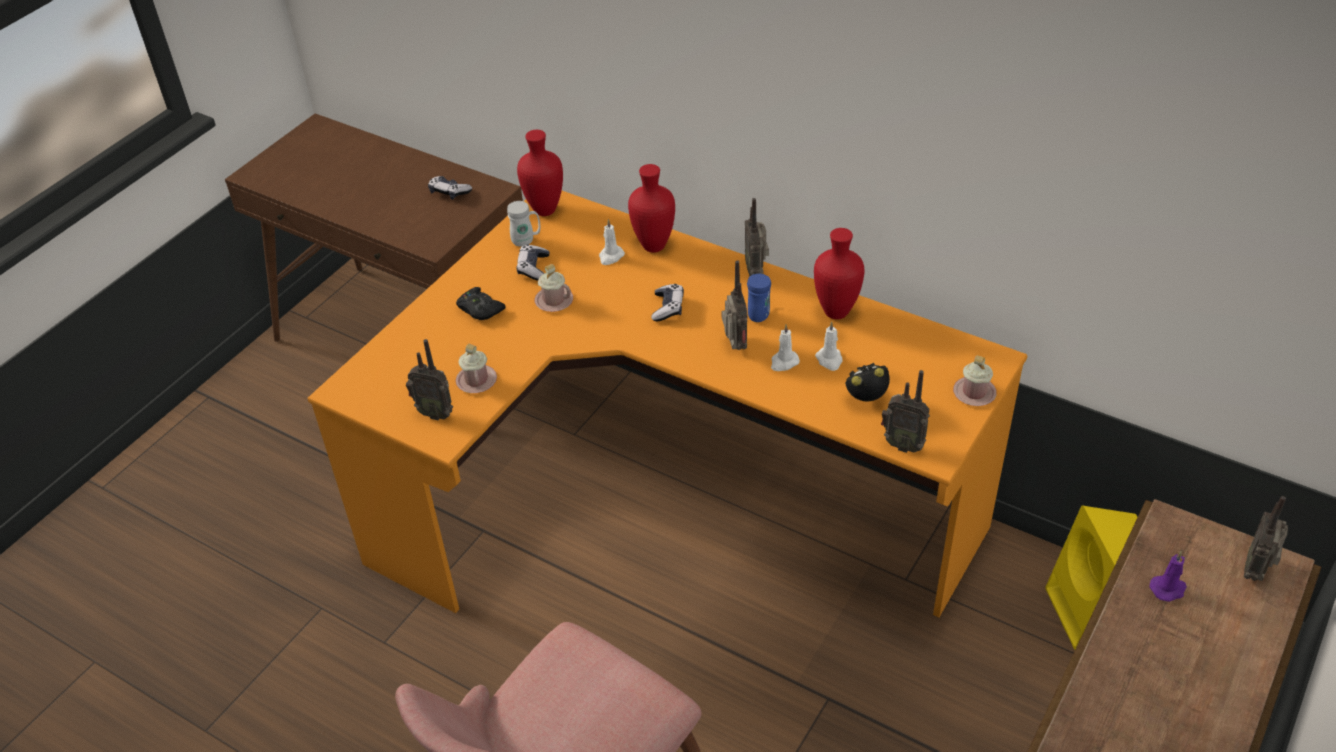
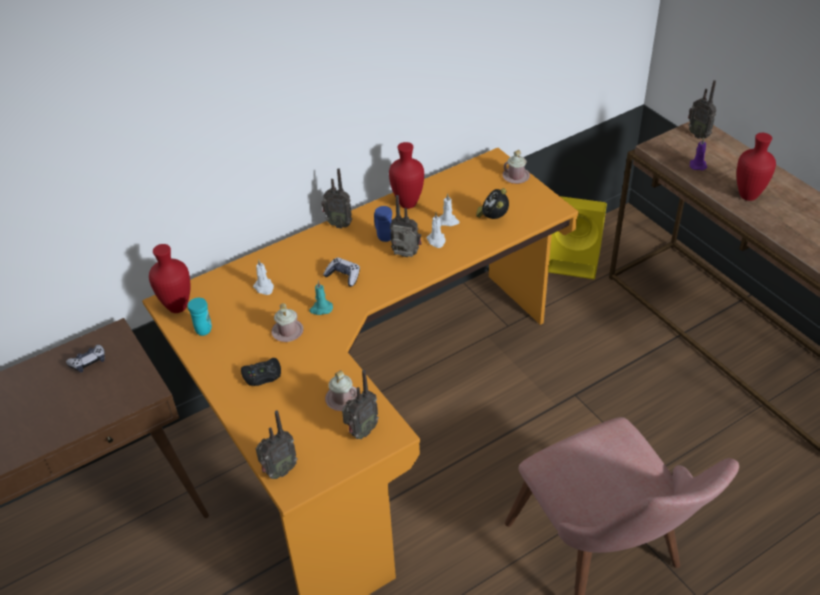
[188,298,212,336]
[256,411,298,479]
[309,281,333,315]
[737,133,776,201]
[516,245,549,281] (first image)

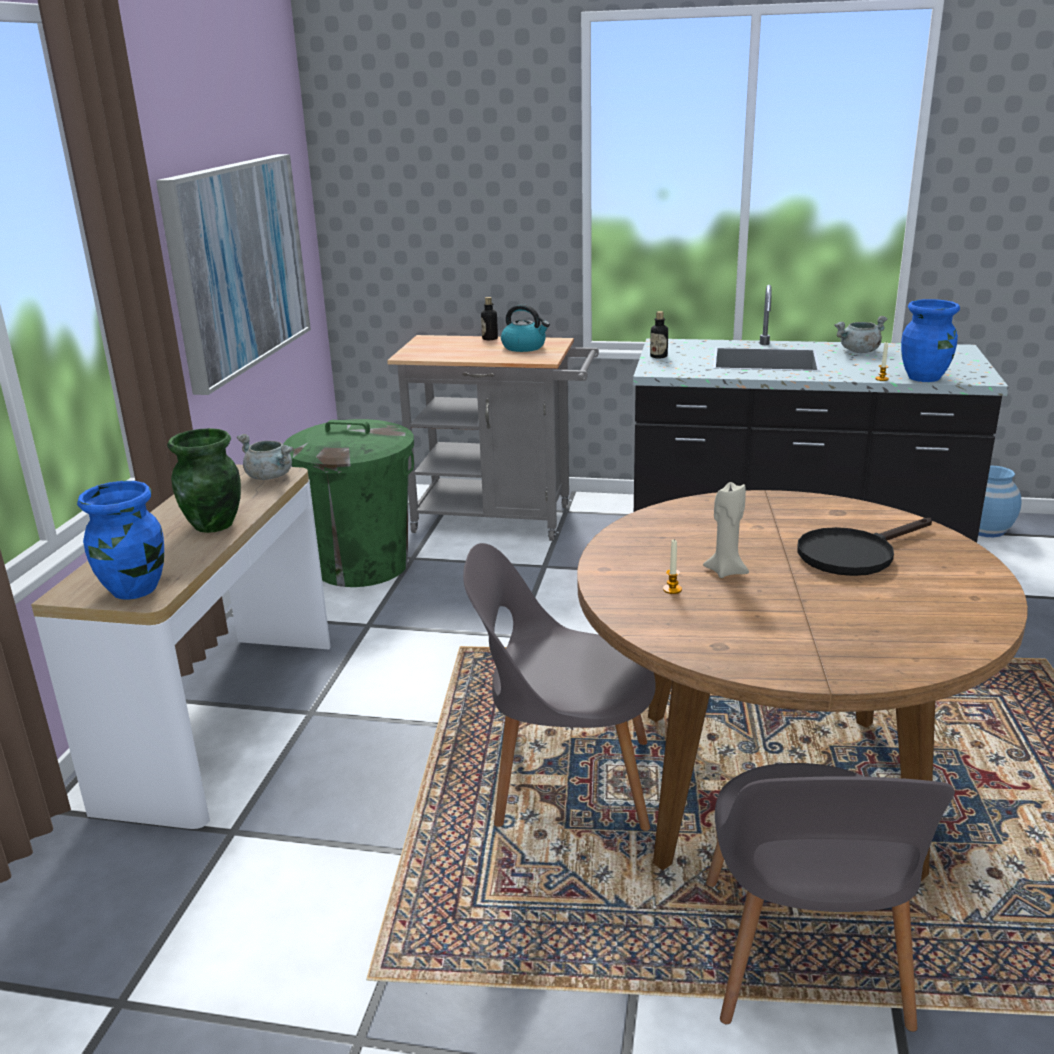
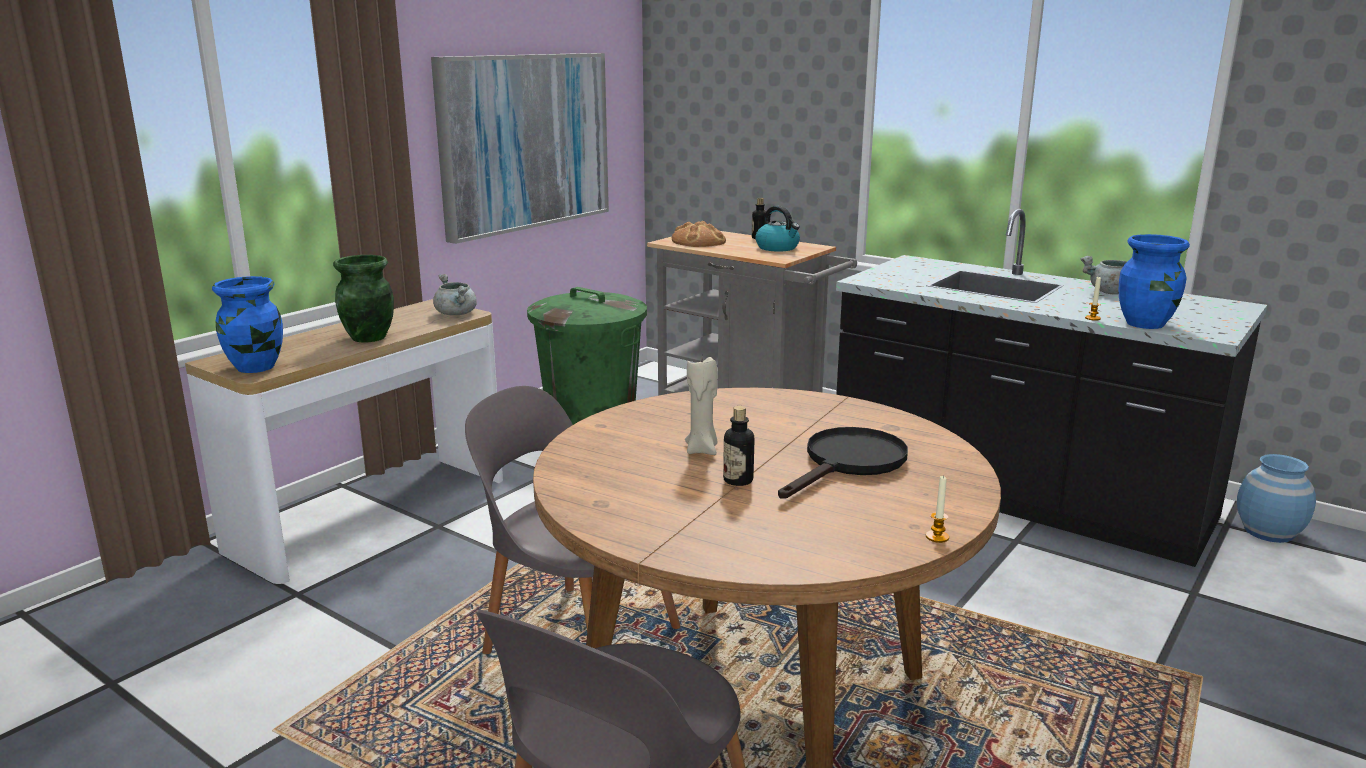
[672,221,726,247]
[723,406,754,486]
[778,427,908,499]
[926,475,949,543]

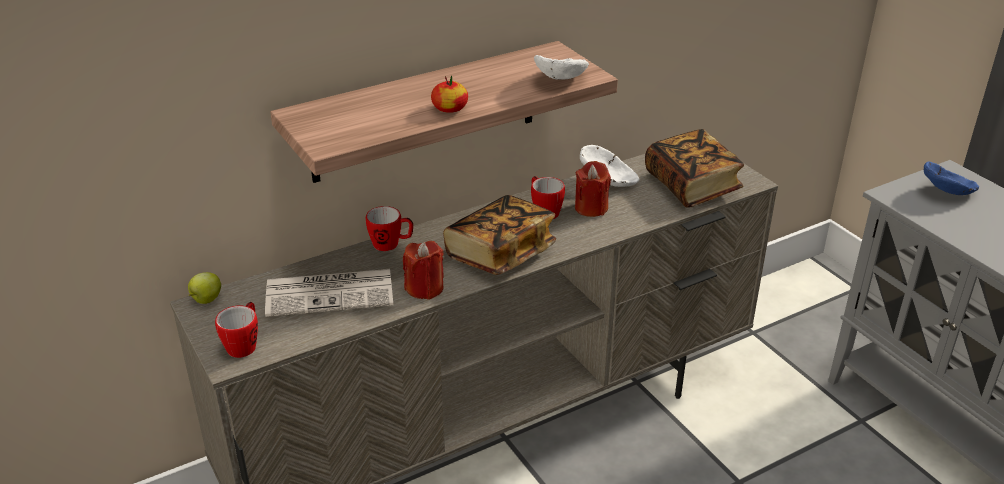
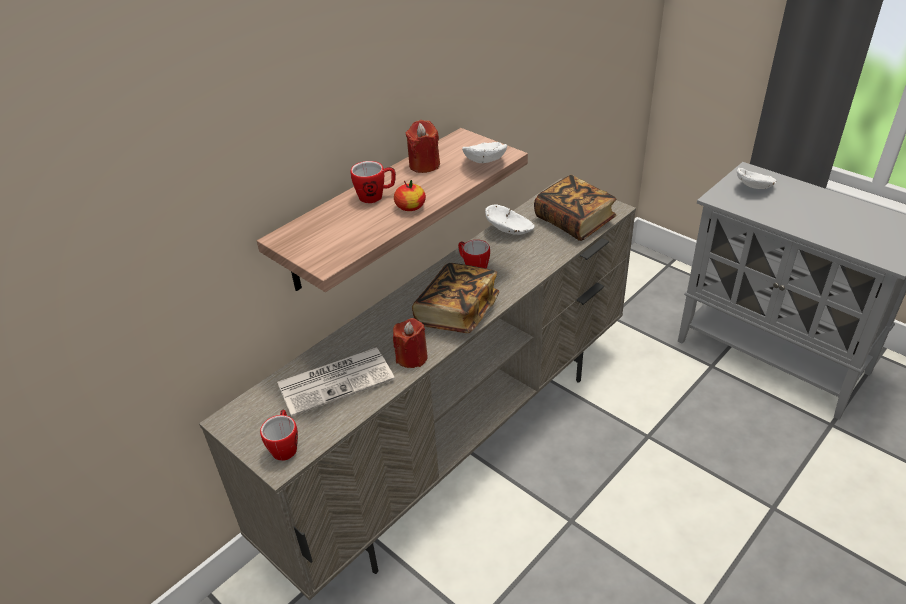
[351,161,396,203]
[406,120,440,173]
[737,168,777,189]
[188,272,221,304] (first image)

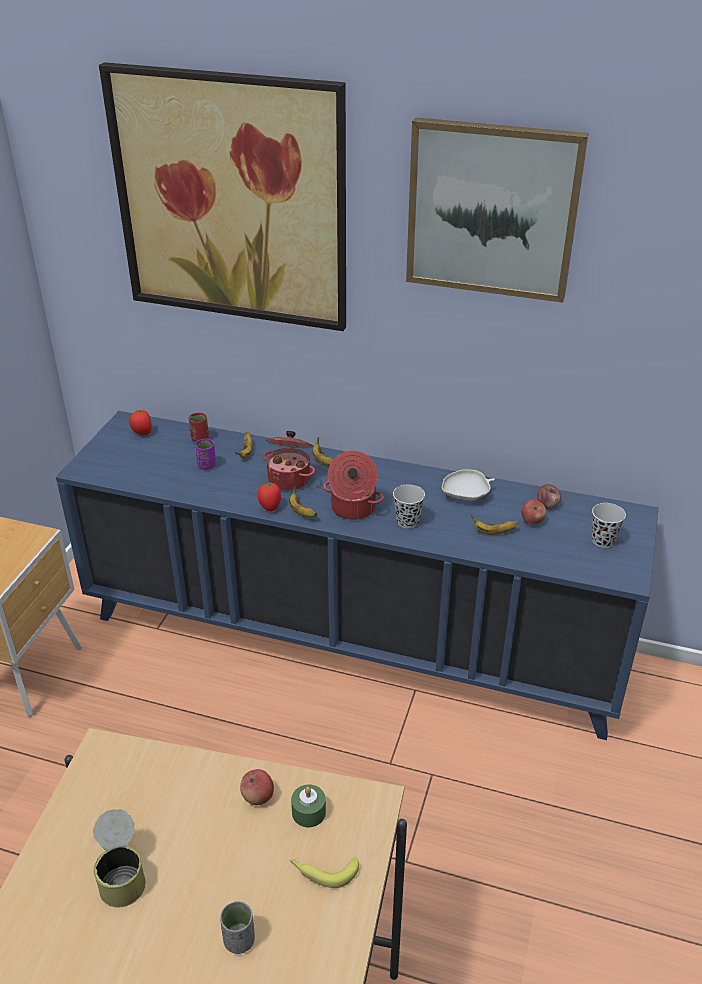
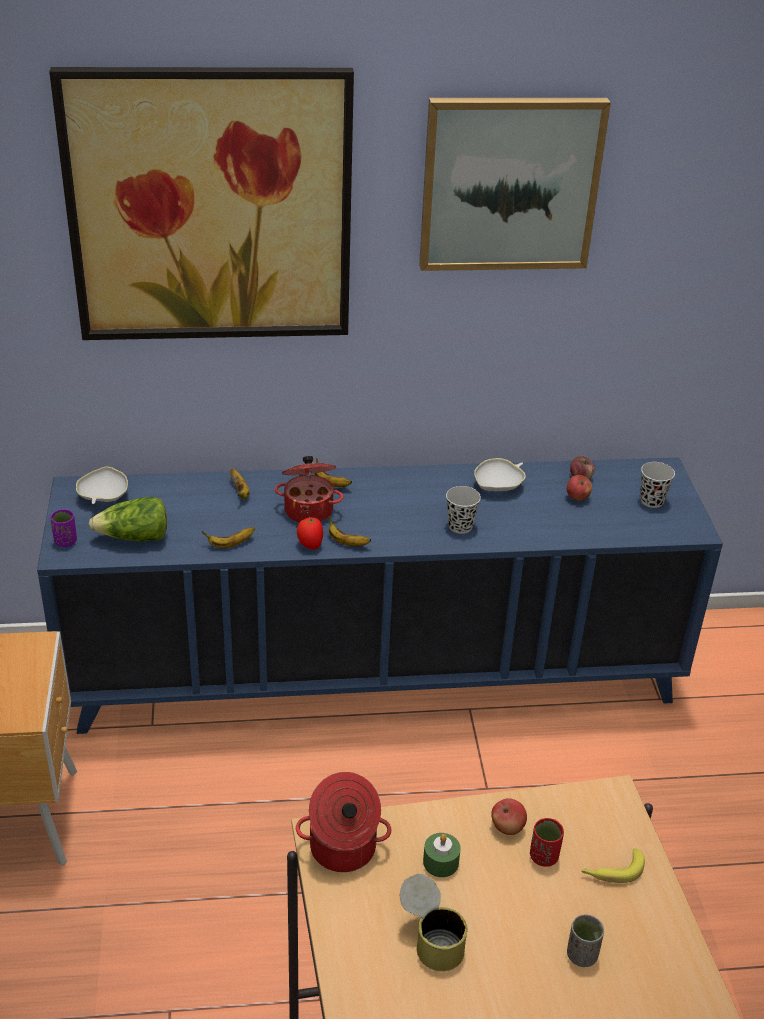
[50,509,77,547]
[76,467,128,504]
[89,497,167,541]
[202,527,255,548]
[296,772,391,872]
[423,833,461,877]
[530,818,564,867]

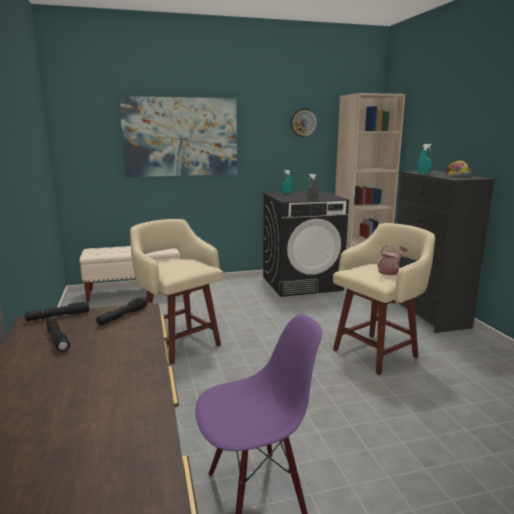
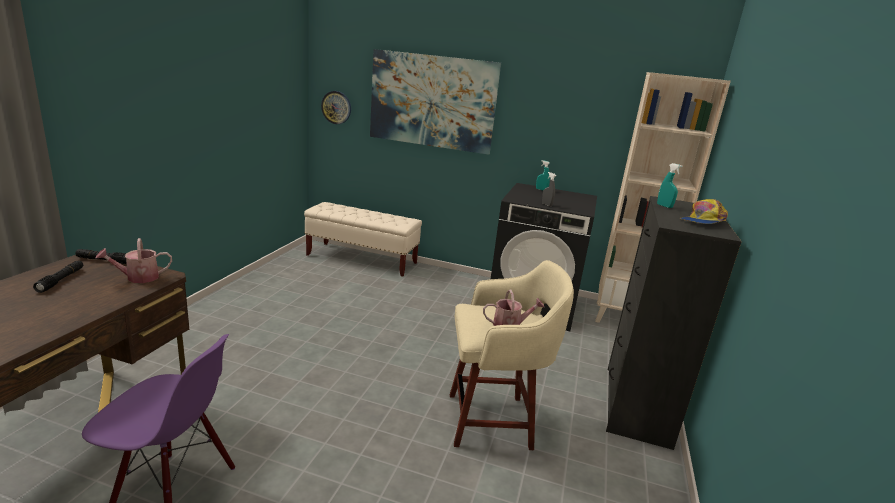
[96,238,172,283]
[321,91,351,124]
[130,219,223,365] (first image)

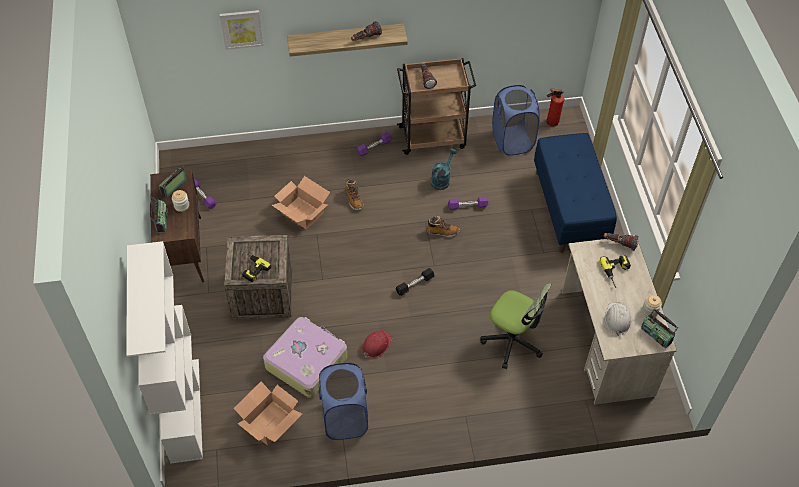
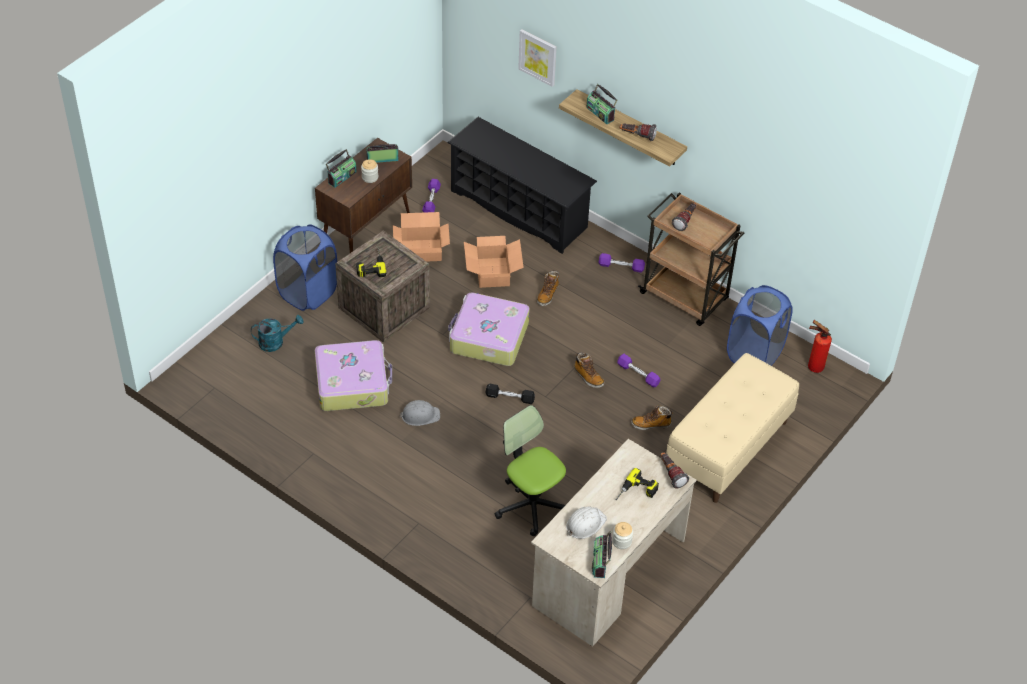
[251,315,303,352]
[273,225,337,311]
[393,212,450,262]
[399,400,440,426]
[447,117,597,254]
[448,292,530,366]
[495,405,566,536]
[587,84,617,124]
[631,405,673,430]
[666,353,799,503]
[126,241,203,463] (first image)

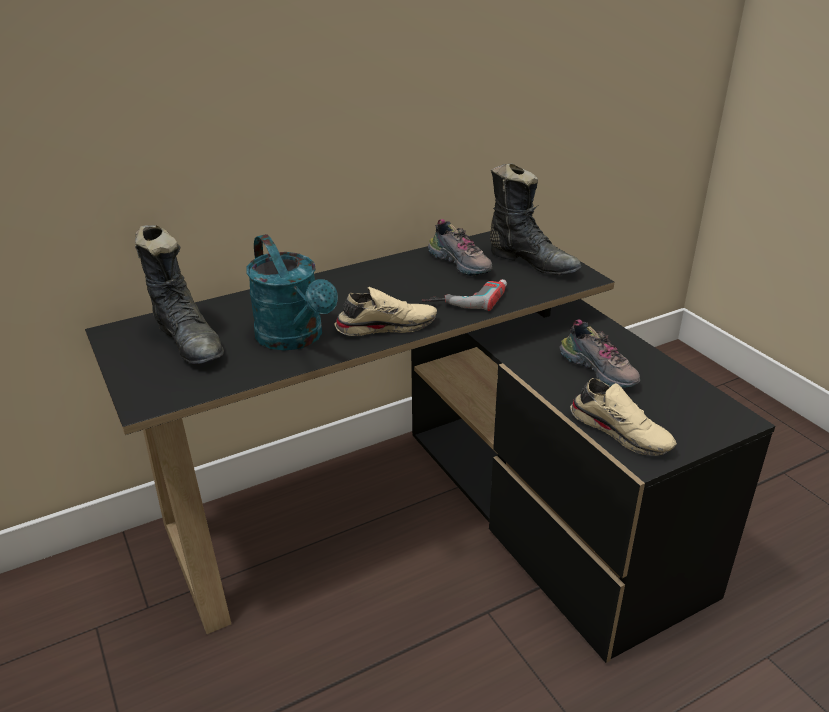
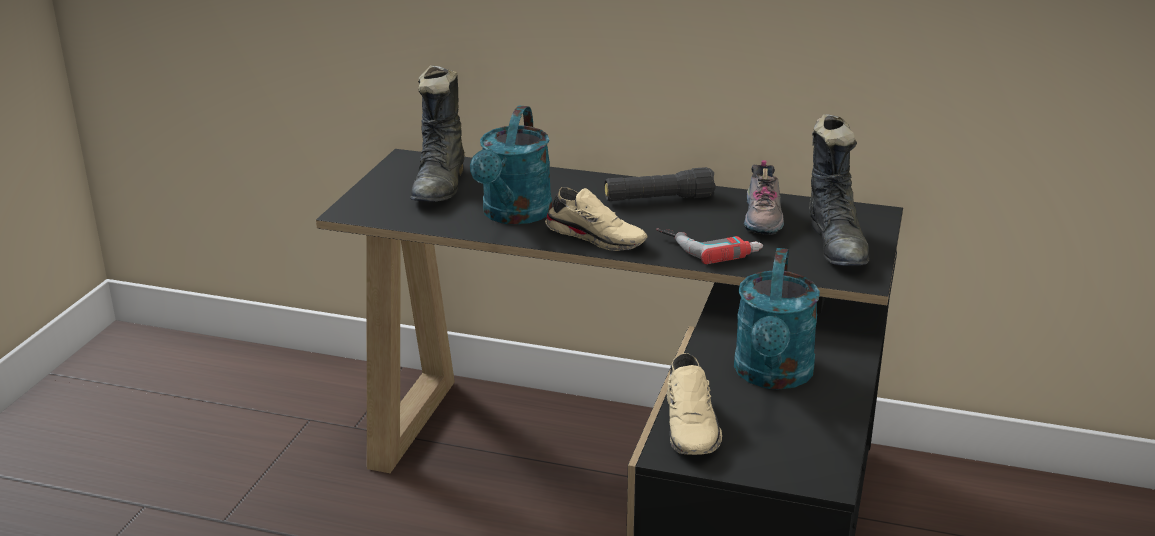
[604,167,716,201]
[734,248,820,389]

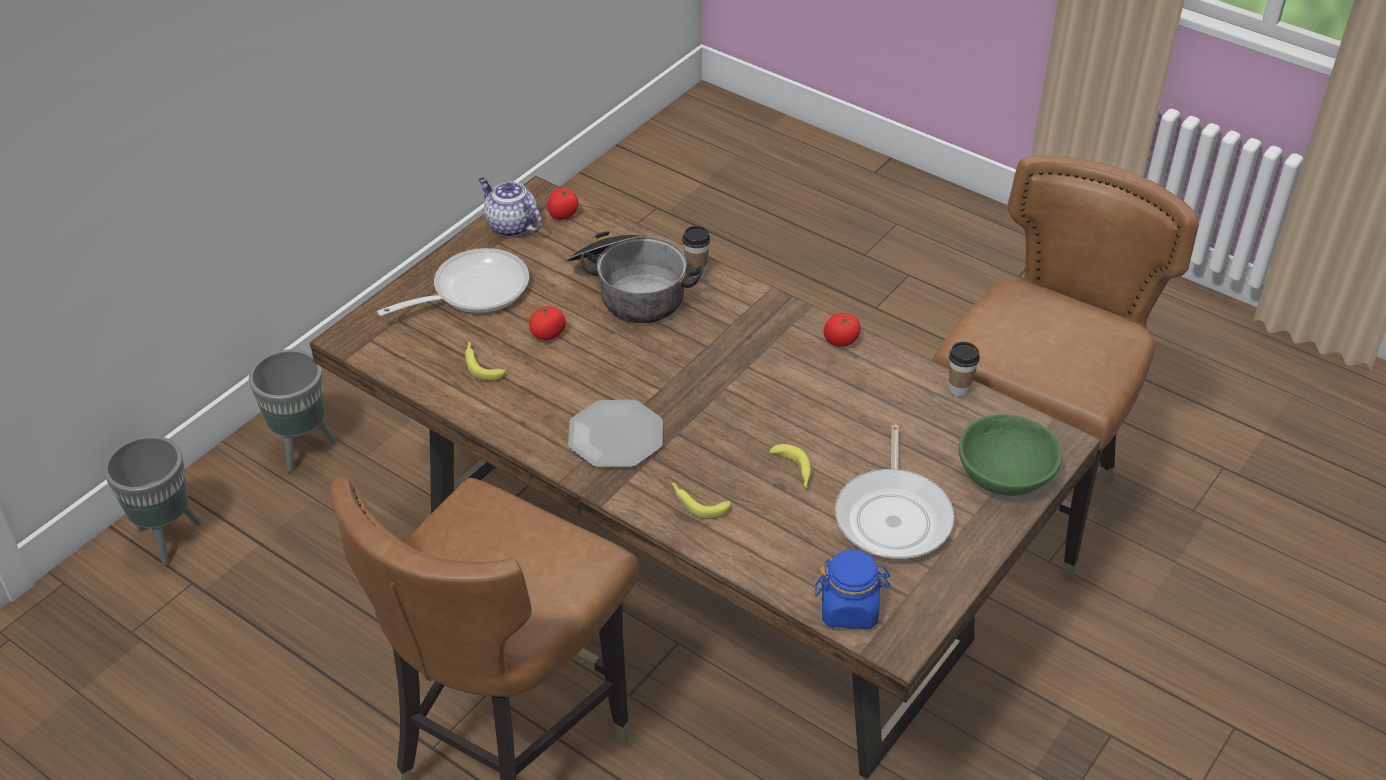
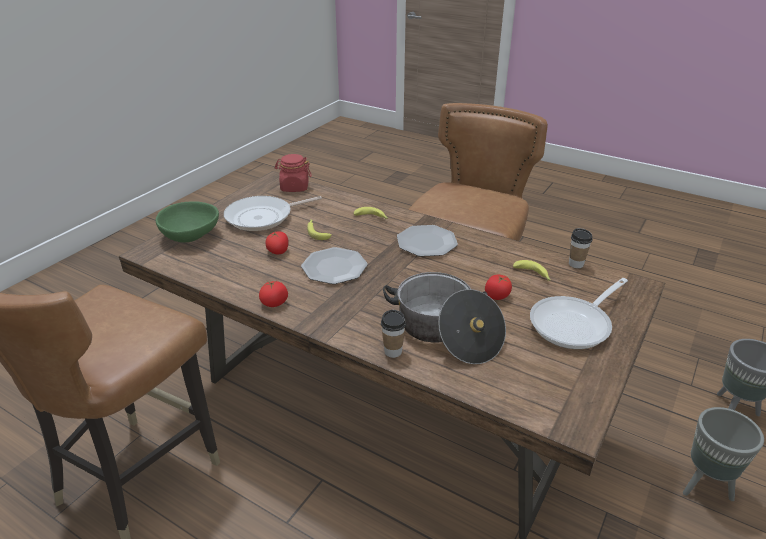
[224,196,322,231]
[265,231,289,254]
[275,154,312,192]
[301,247,368,284]
[569,228,593,268]
[478,177,542,237] (first image)

